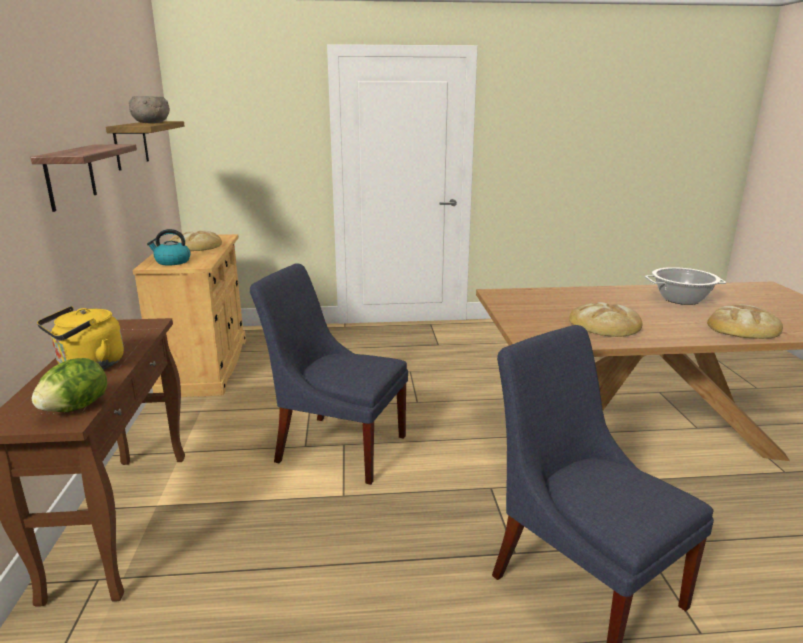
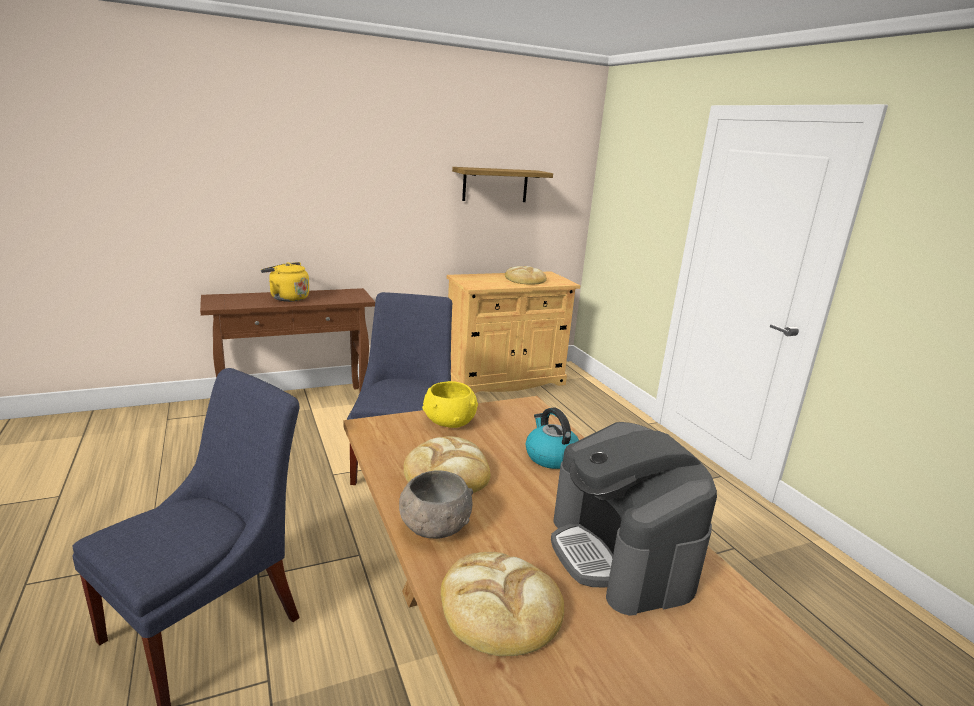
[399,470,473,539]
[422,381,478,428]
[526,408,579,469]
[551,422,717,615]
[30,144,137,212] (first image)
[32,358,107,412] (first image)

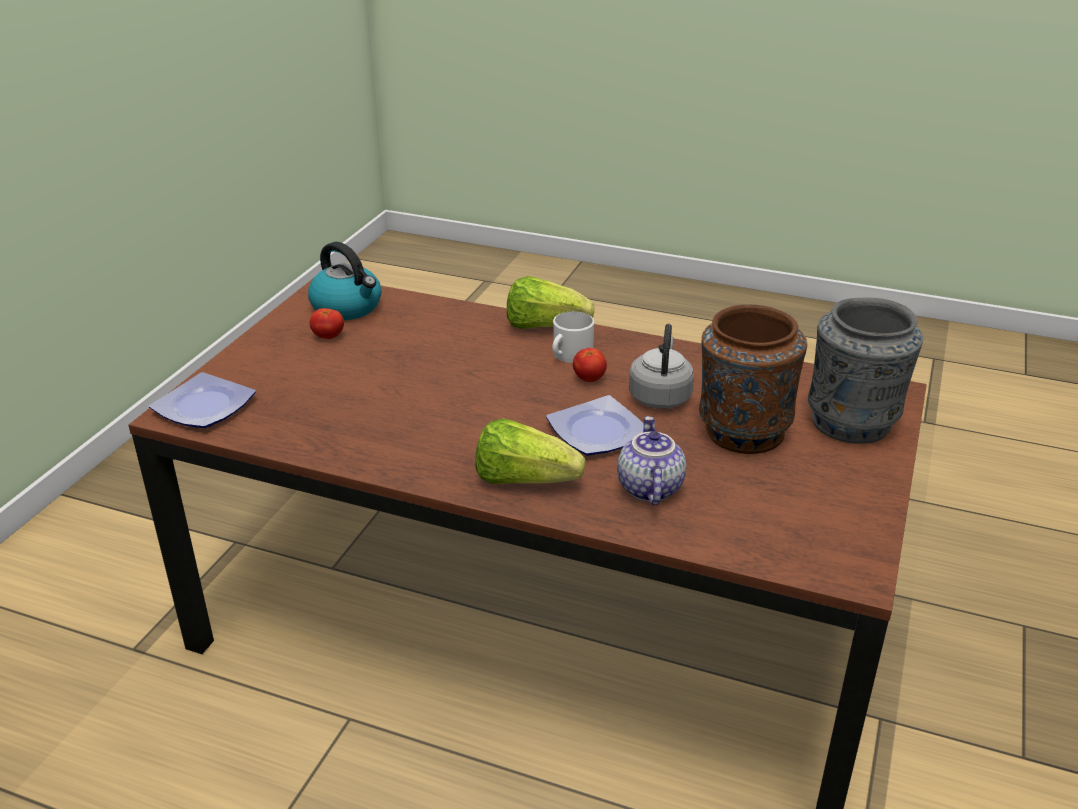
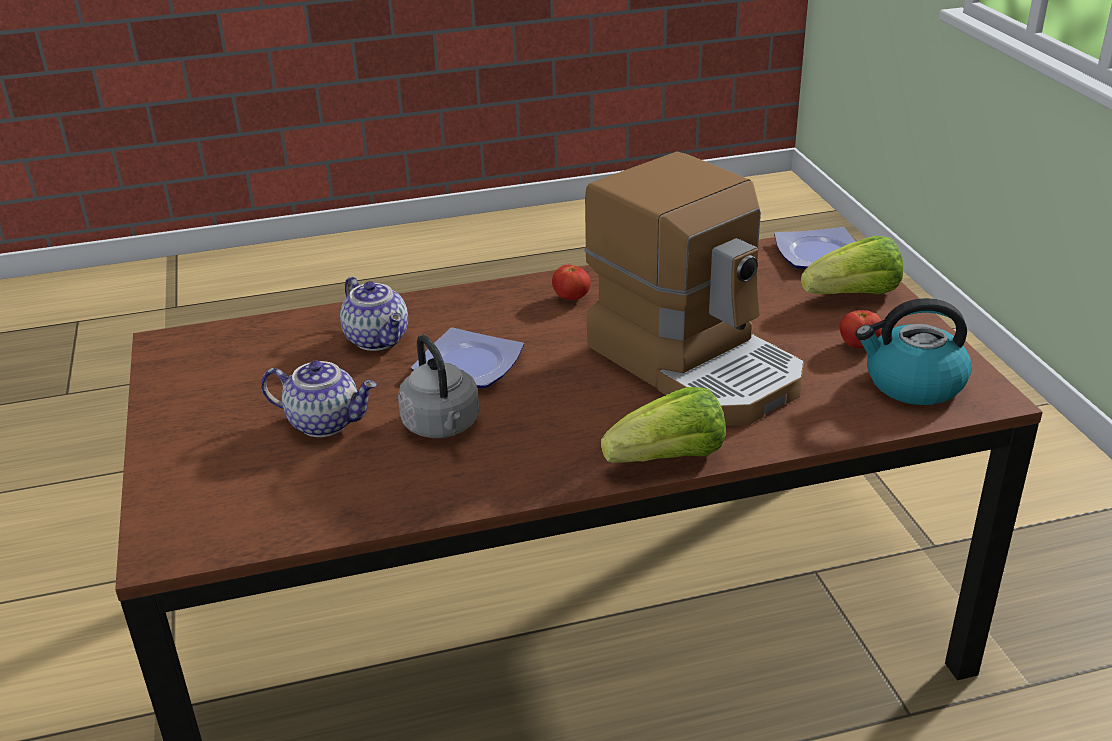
[261,361,377,437]
[552,265,591,300]
[584,151,804,426]
[801,236,903,294]
[552,311,594,363] (first image)
[808,298,923,444] (first image)

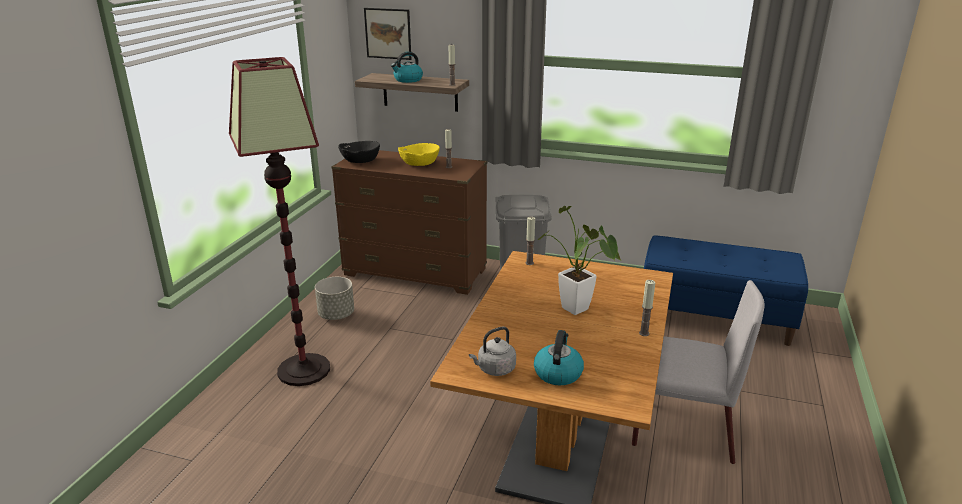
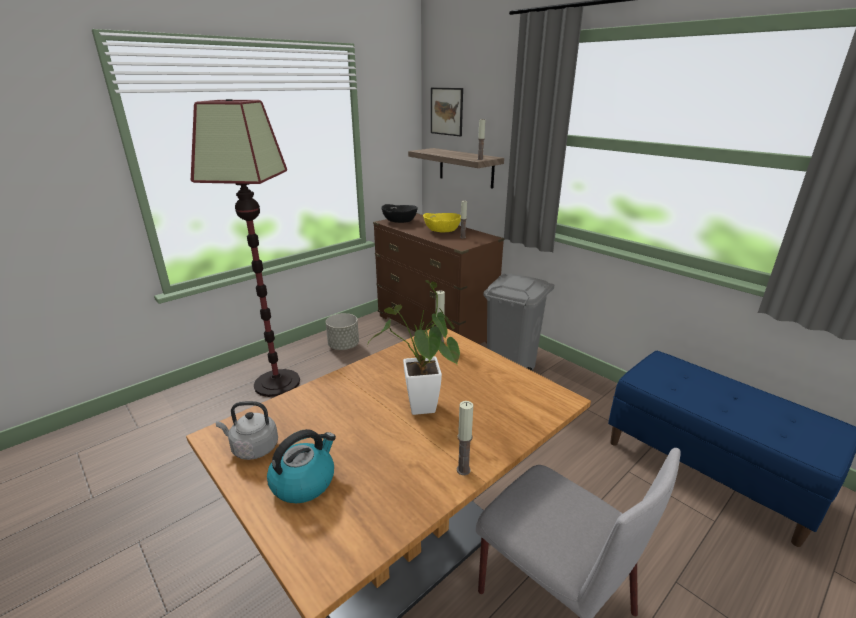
[391,52,423,83] (first image)

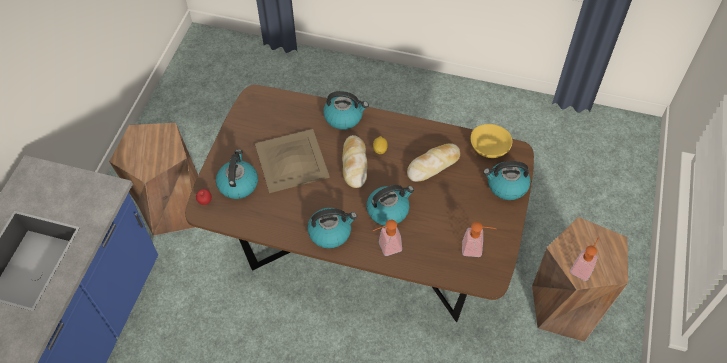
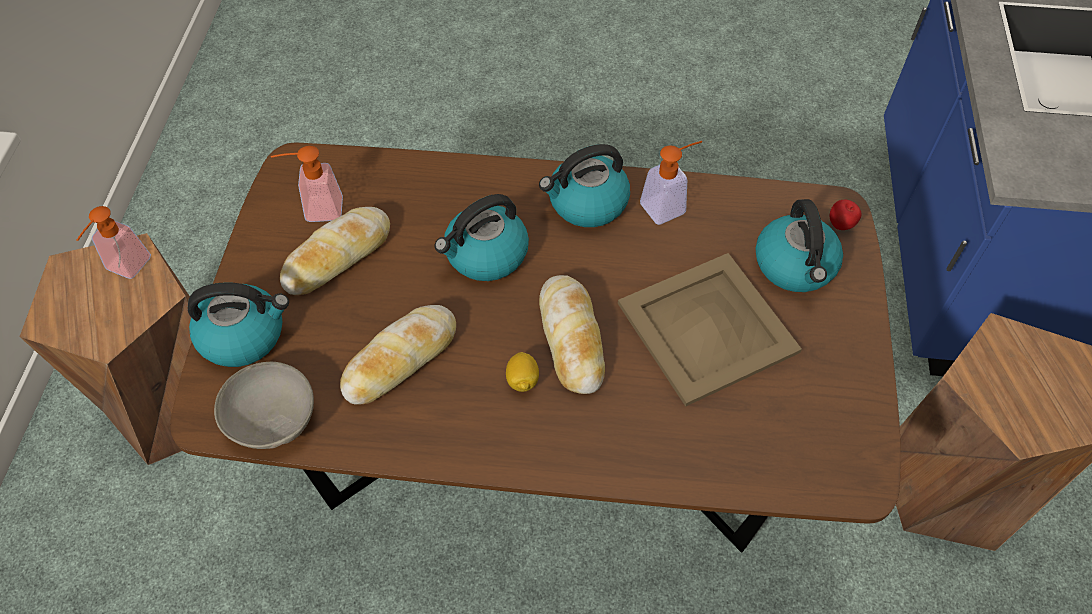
[214,362,314,449]
[280,207,390,295]
[640,141,702,225]
[323,91,369,130] (first image)

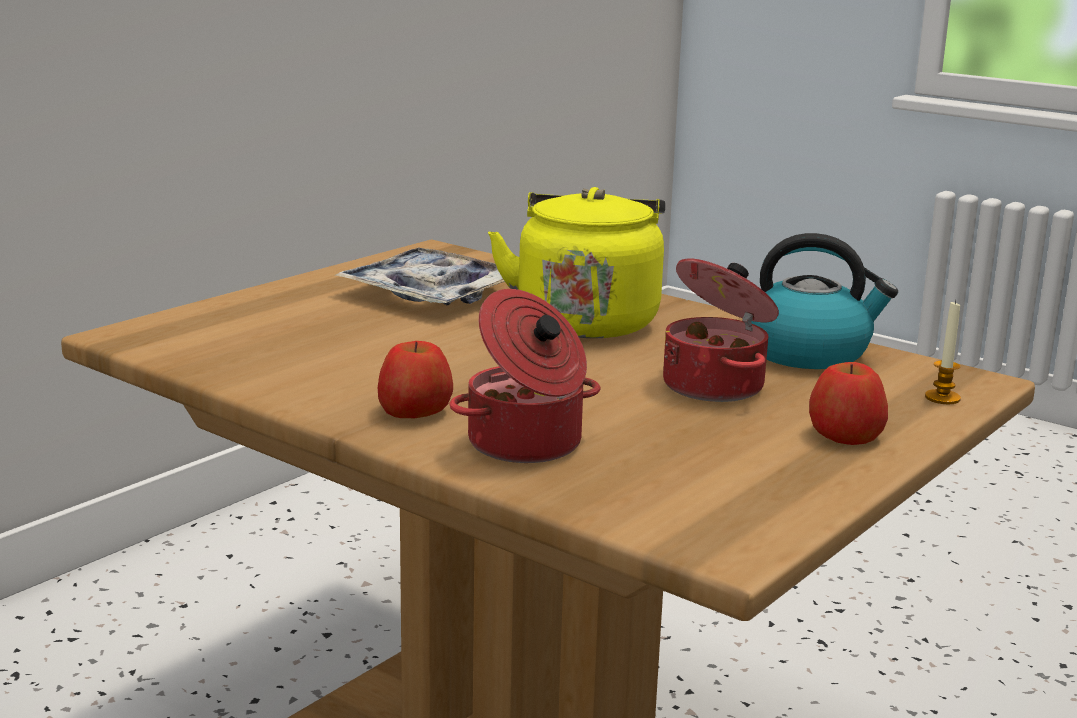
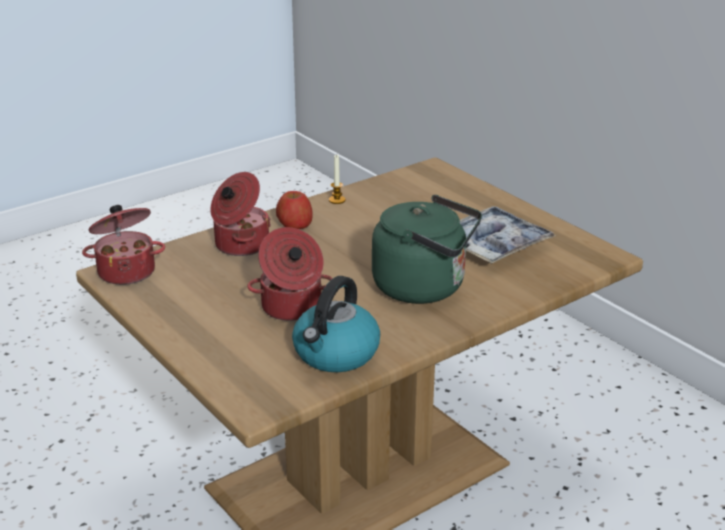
[82,205,165,285]
[329,154,345,204]
[372,195,482,304]
[809,362,888,445] (first image)

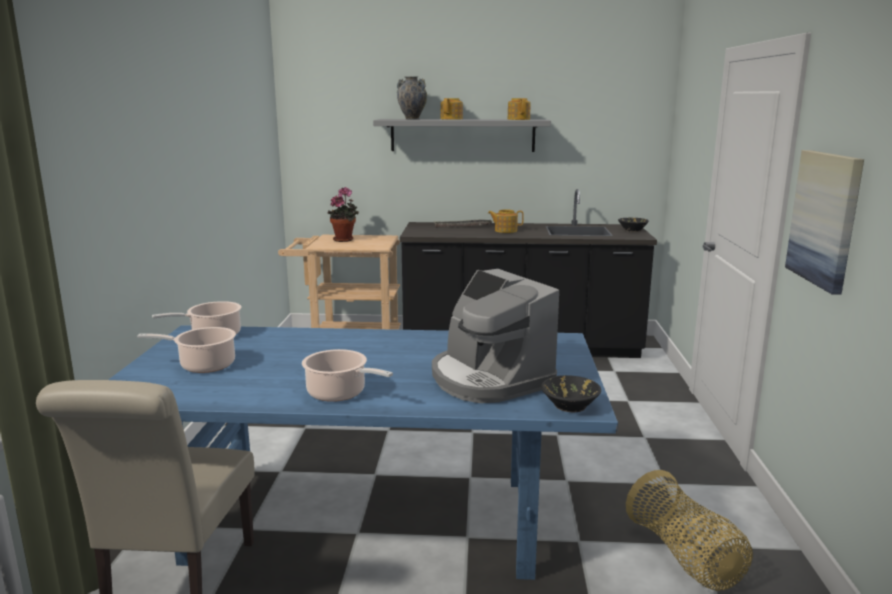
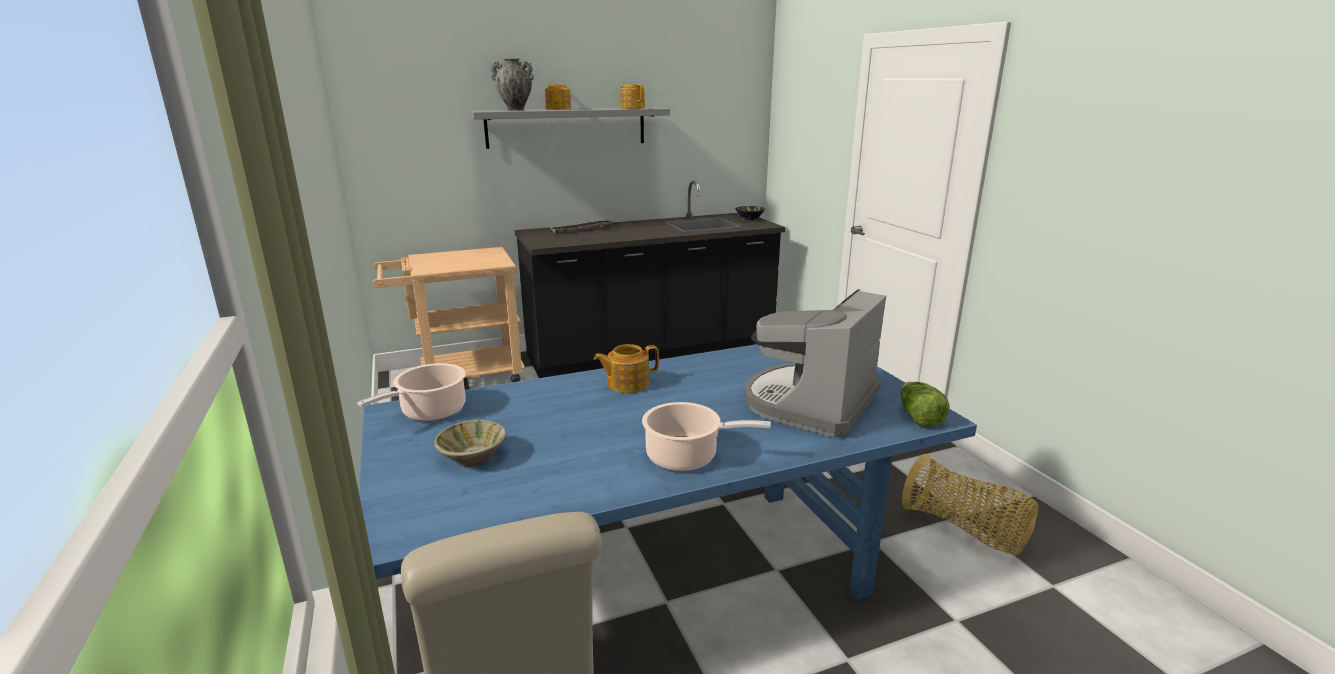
[434,420,506,467]
[594,344,659,393]
[744,289,886,438]
[900,382,950,427]
[327,187,359,242] (first image)
[785,150,864,295] (first image)

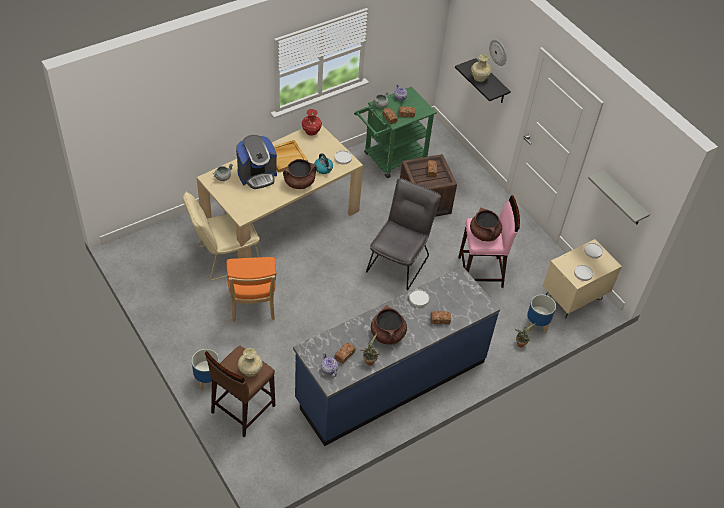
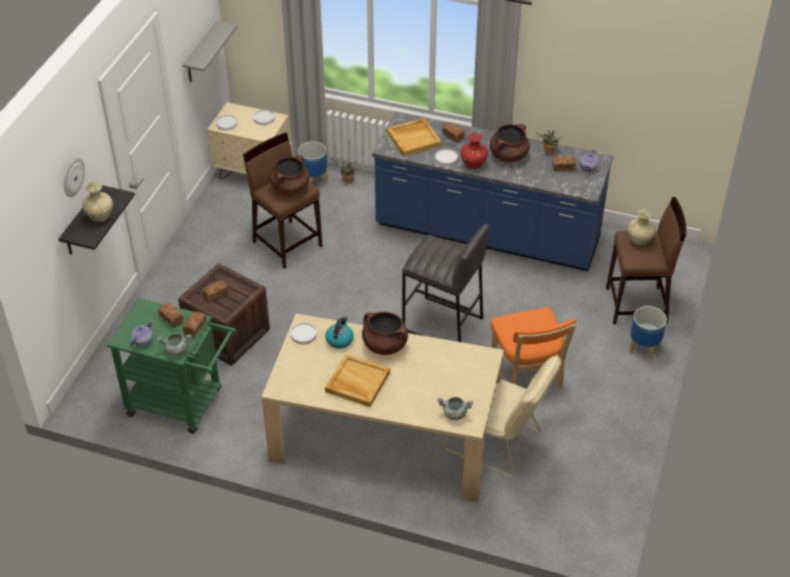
[243,132,323,269]
[387,118,442,157]
[402,224,490,342]
[461,133,488,169]
[491,307,576,390]
[236,135,277,189] (first image)
[366,178,441,290] (first image)

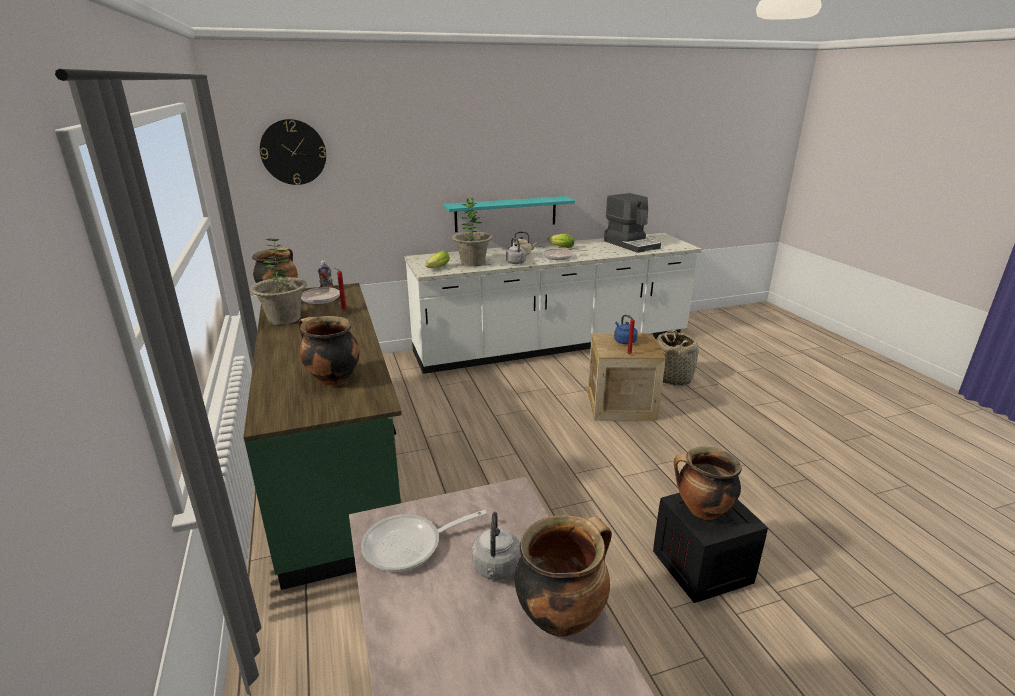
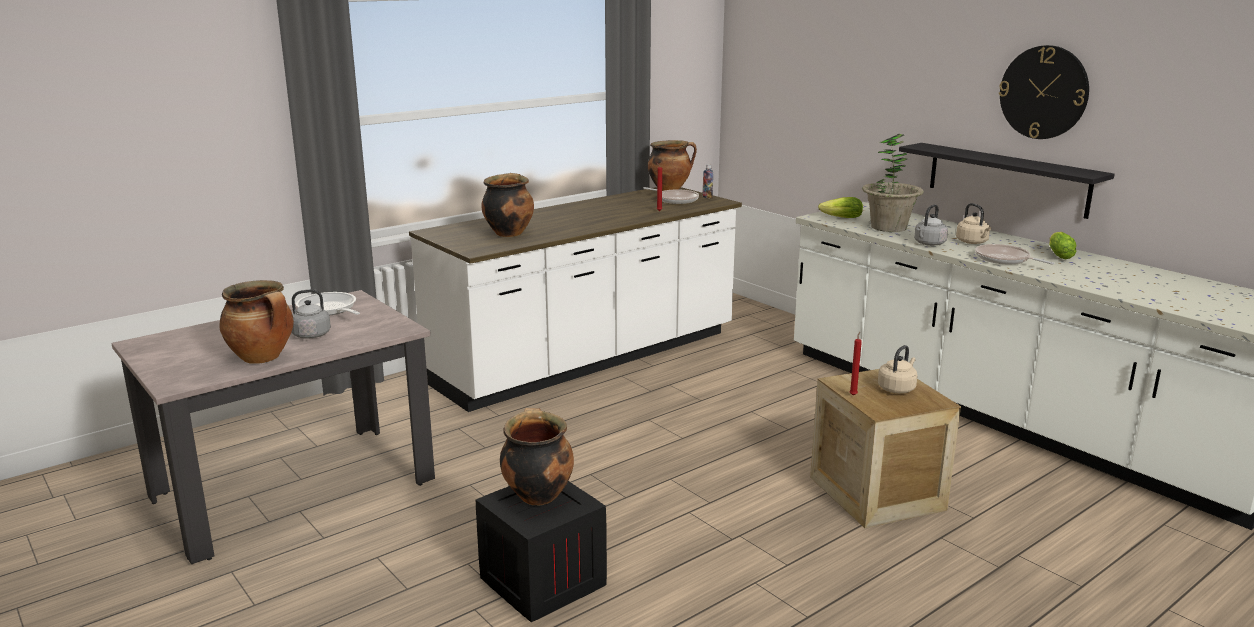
[409,187,742,412]
[878,345,917,394]
[899,143,1115,219]
[999,45,1089,139]
[250,239,307,325] (first image)
[604,193,661,253] (first image)
[657,329,698,386] (first image)

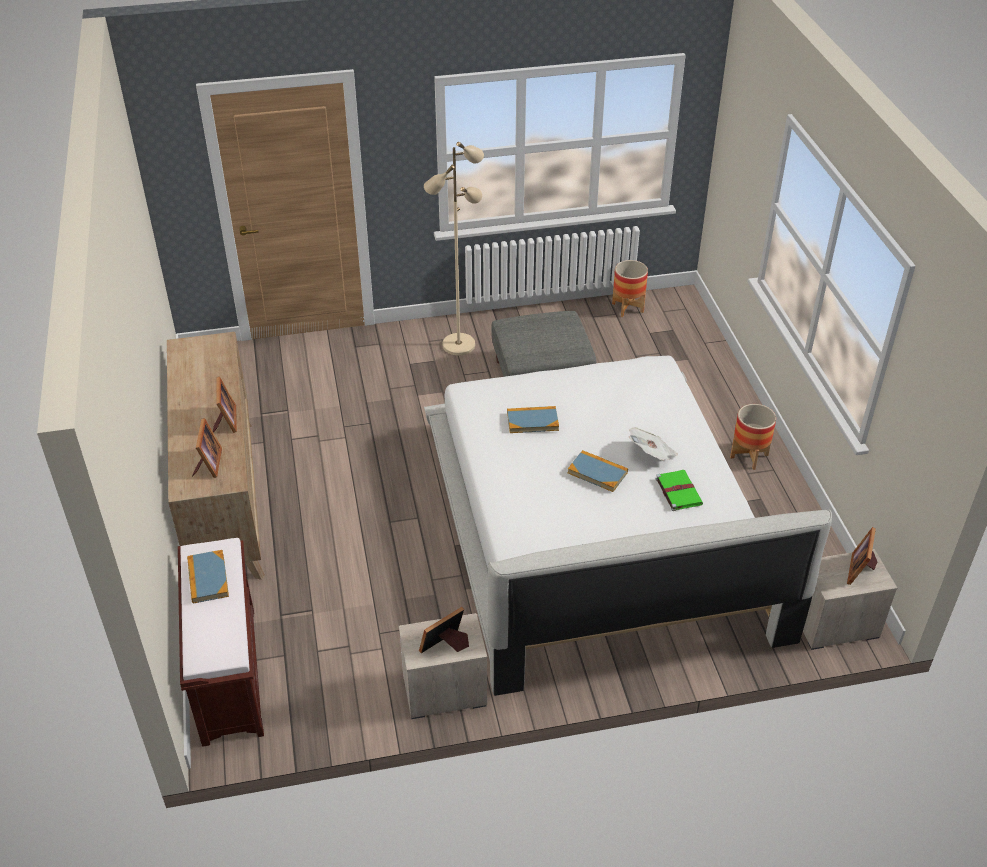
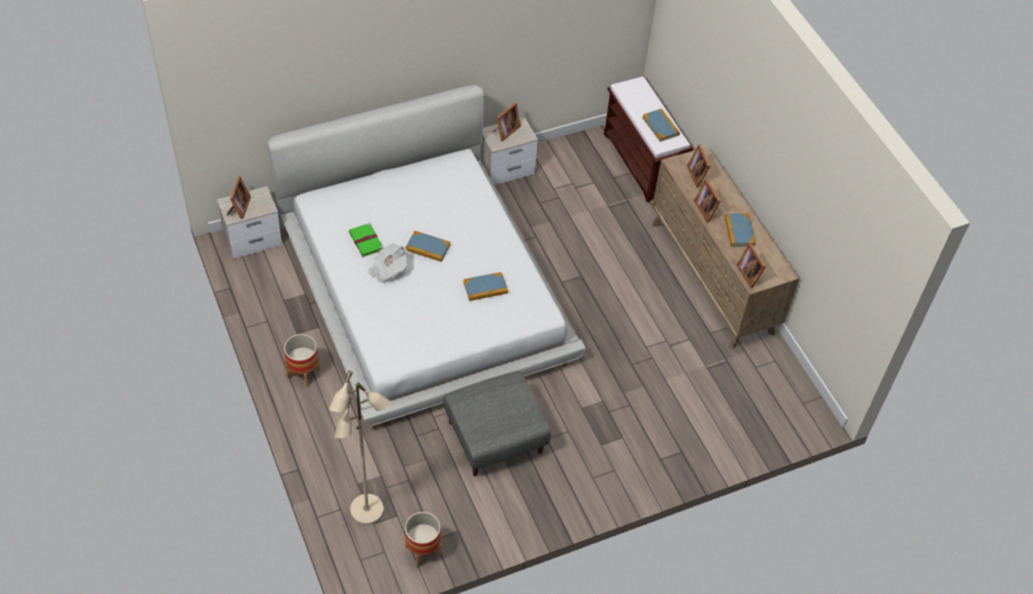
[329,371,391,525]
[725,213,756,247]
[736,243,766,288]

